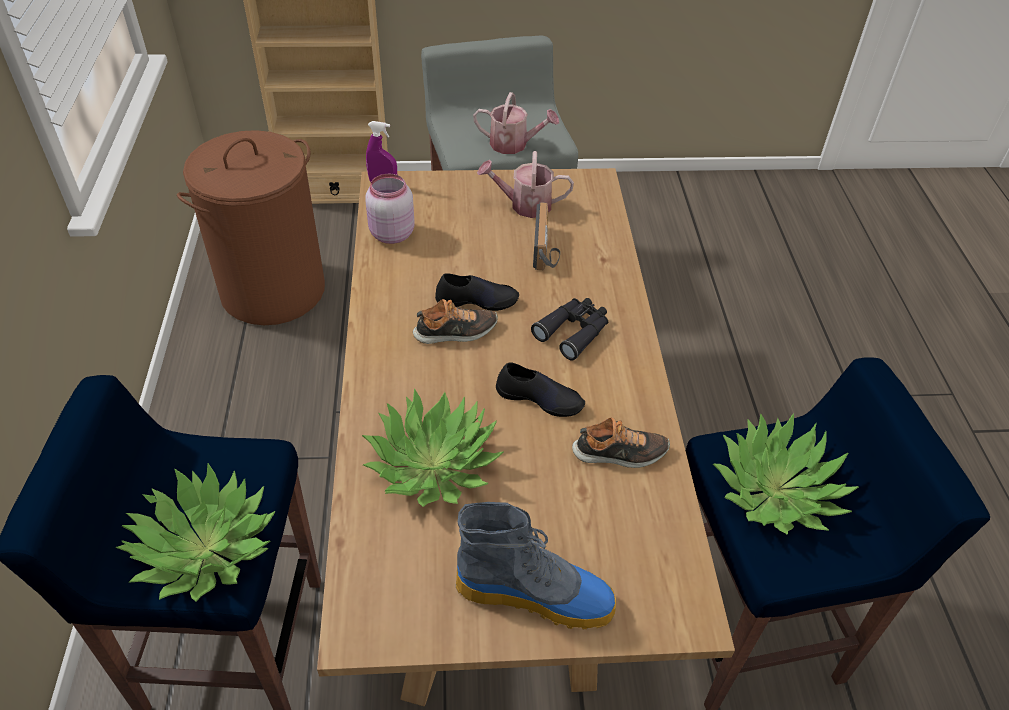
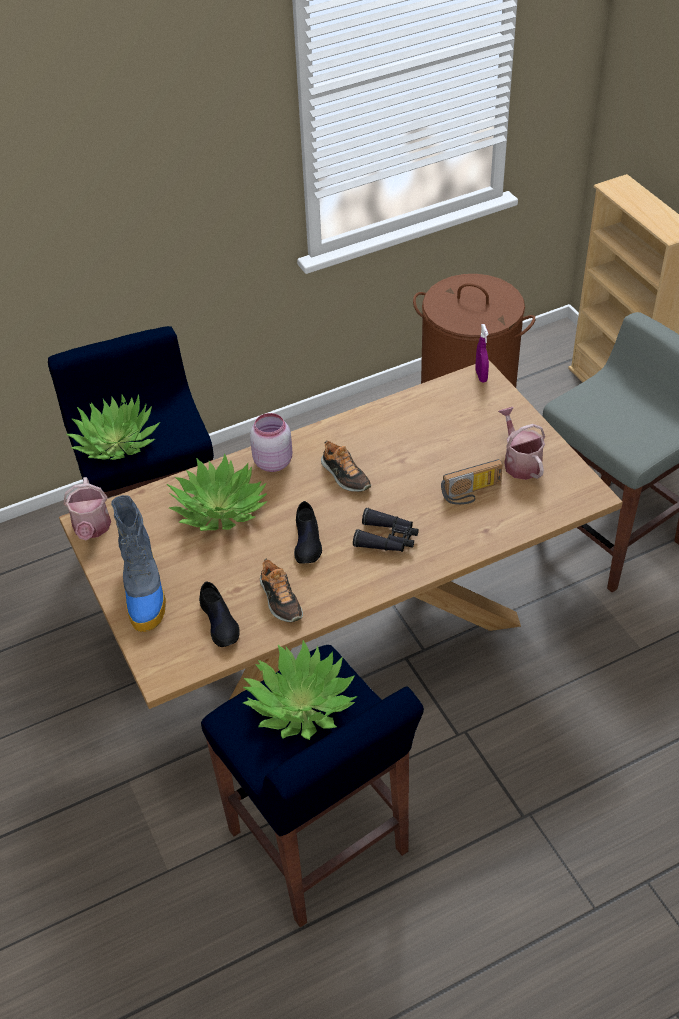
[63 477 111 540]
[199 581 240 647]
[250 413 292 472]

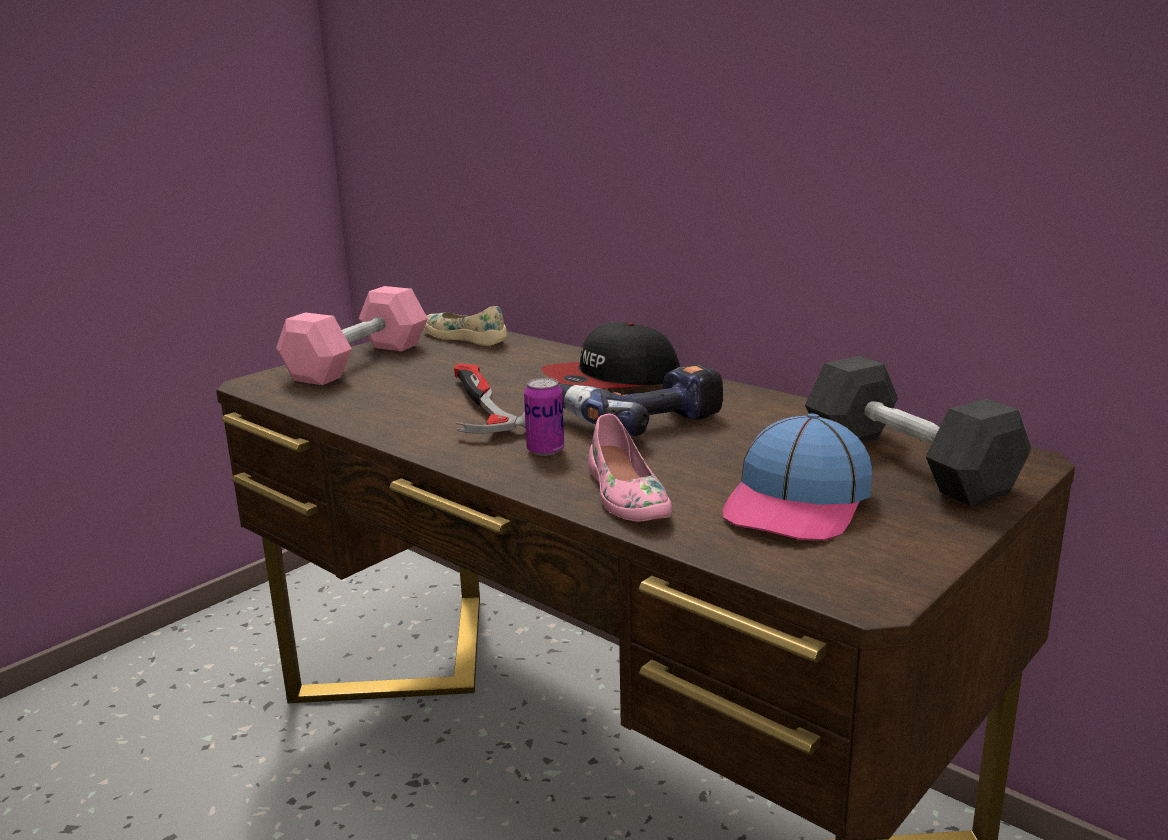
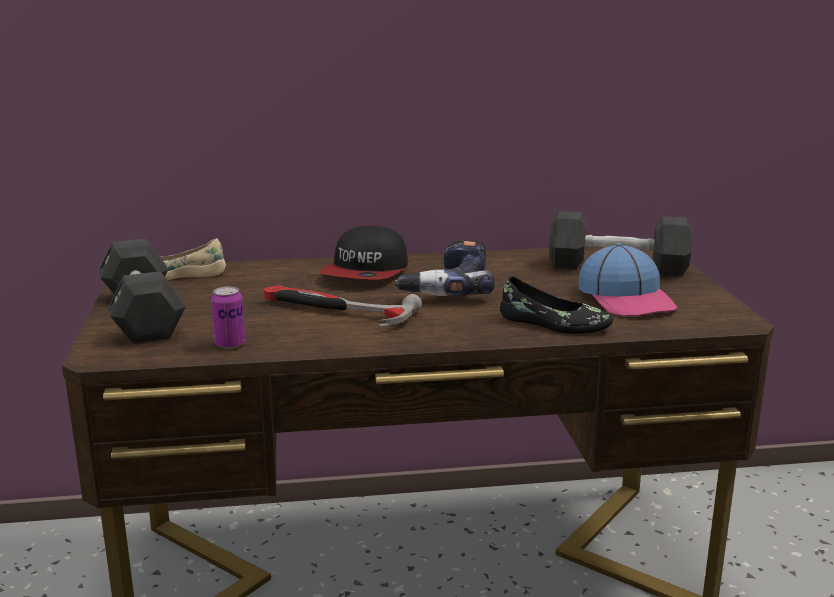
[98 238 186 344]
[211 286 245 349]
[500 276 613 334]

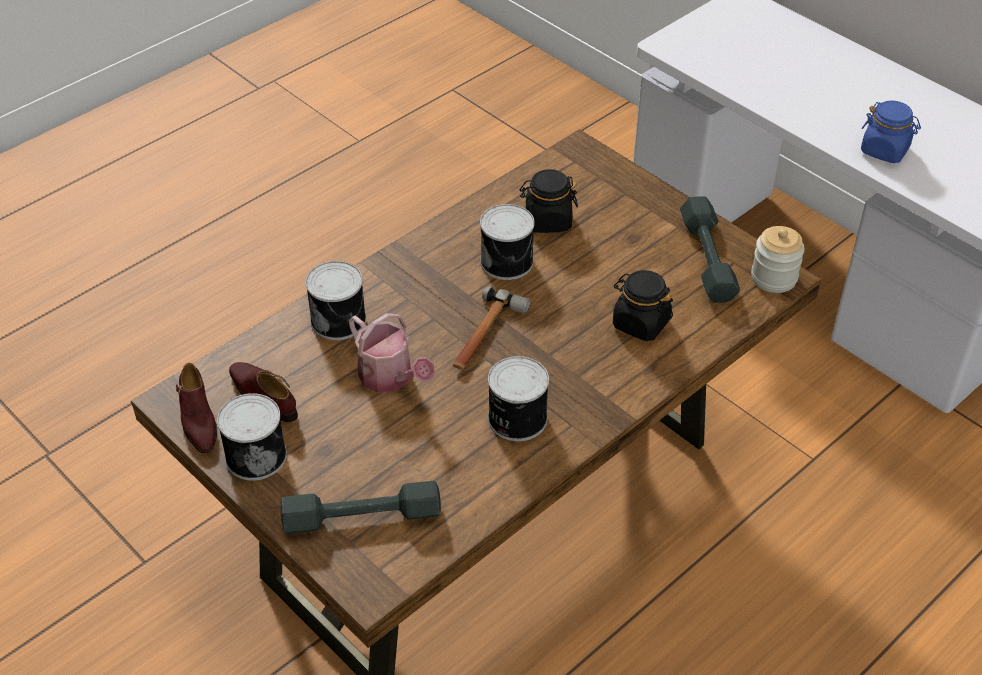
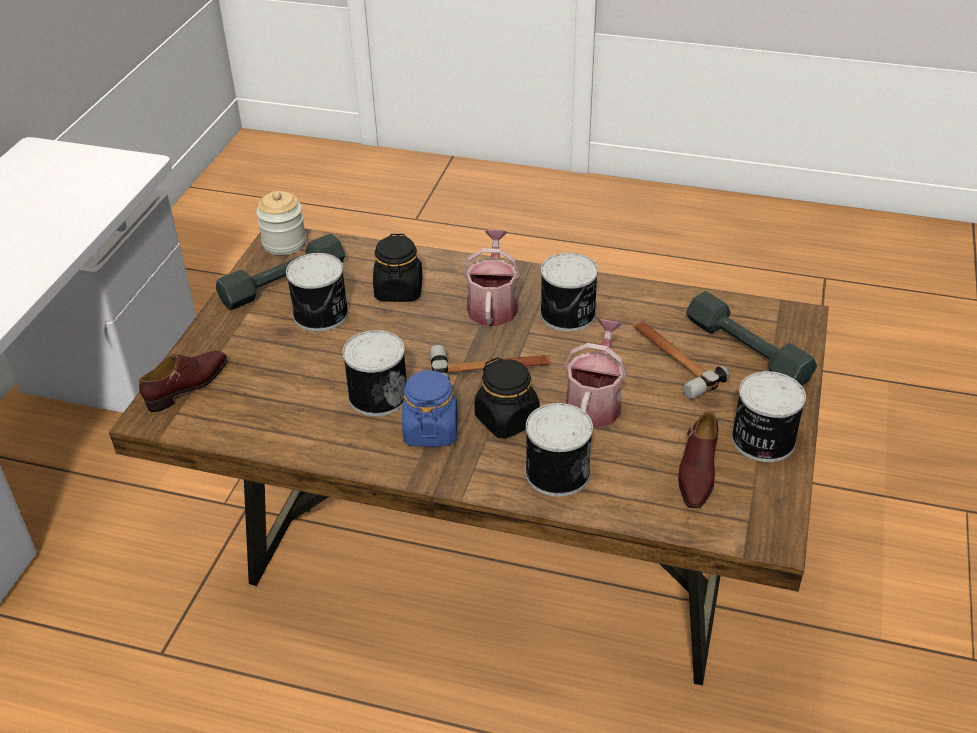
[139 351 227 412]
[286 253 349 331]
[402 369 458 447]
[463 230 521 326]
[474 357 540 439]
[633 320 730 399]

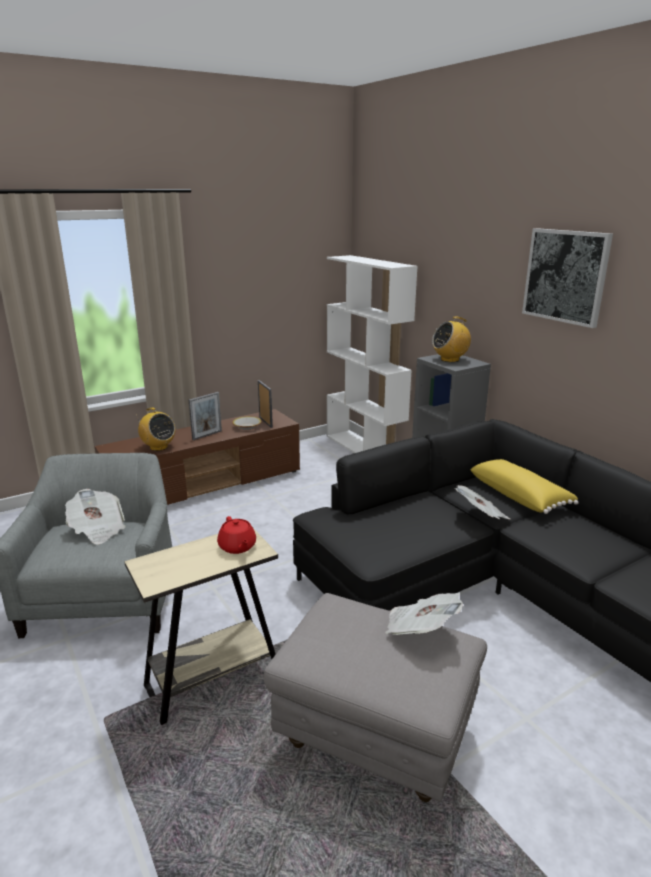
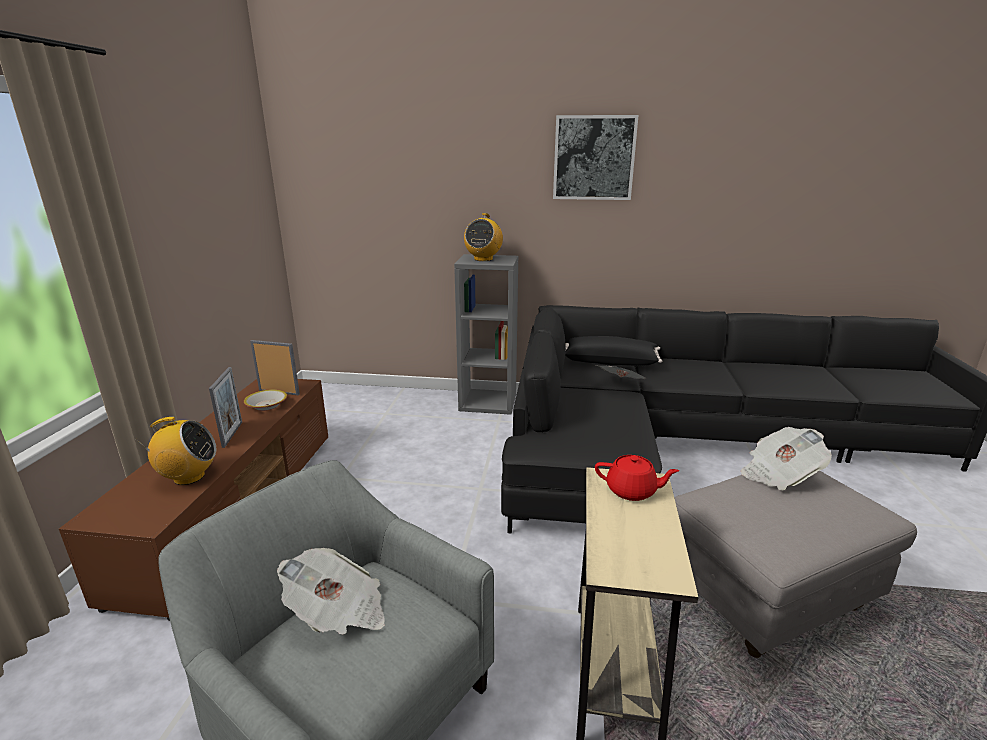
[565 336 662 366]
[327 255 418 453] (first image)

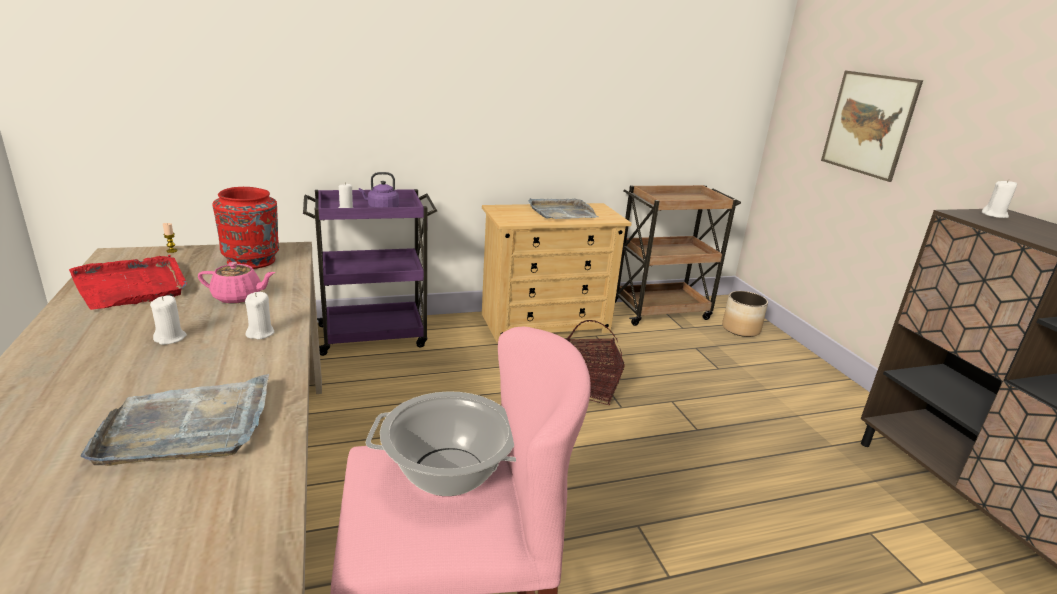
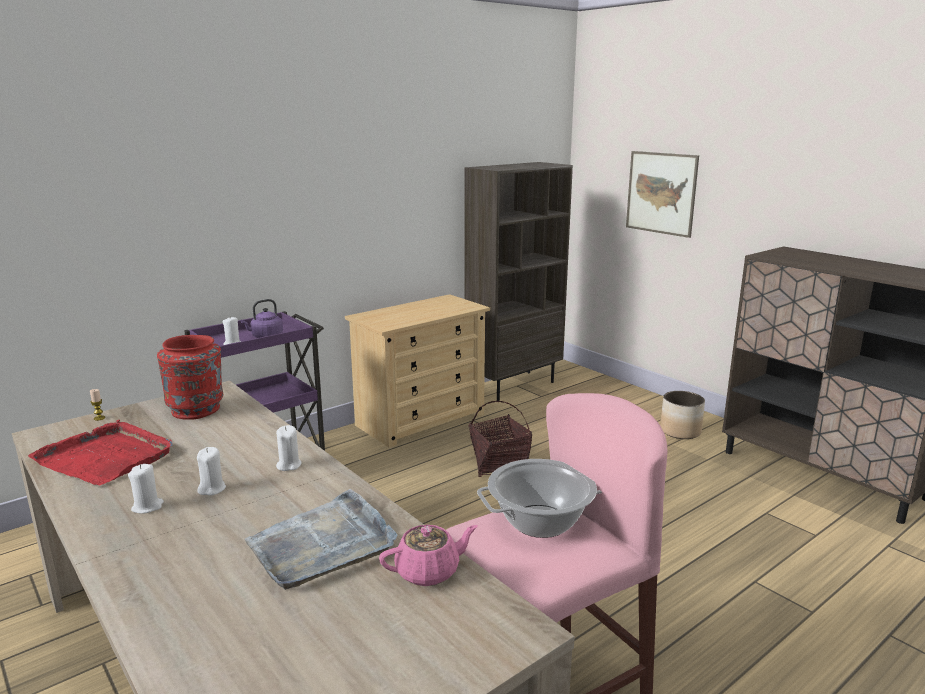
[128 464 164 514]
[379 525 478 586]
[464 162 573 401]
[660 391 705 439]
[528 198 598 219] (first image)

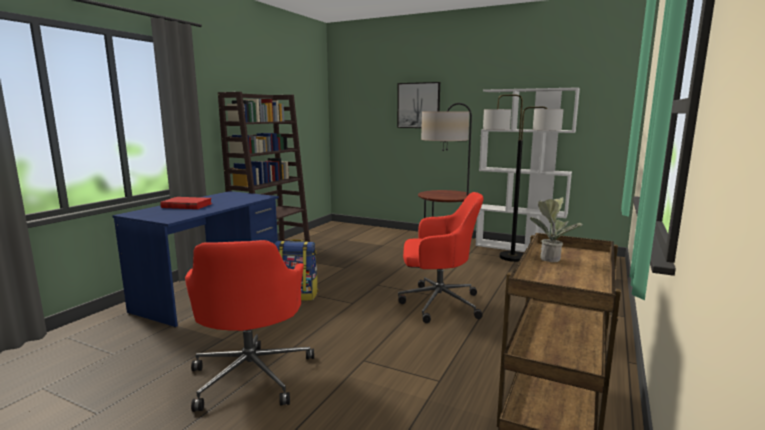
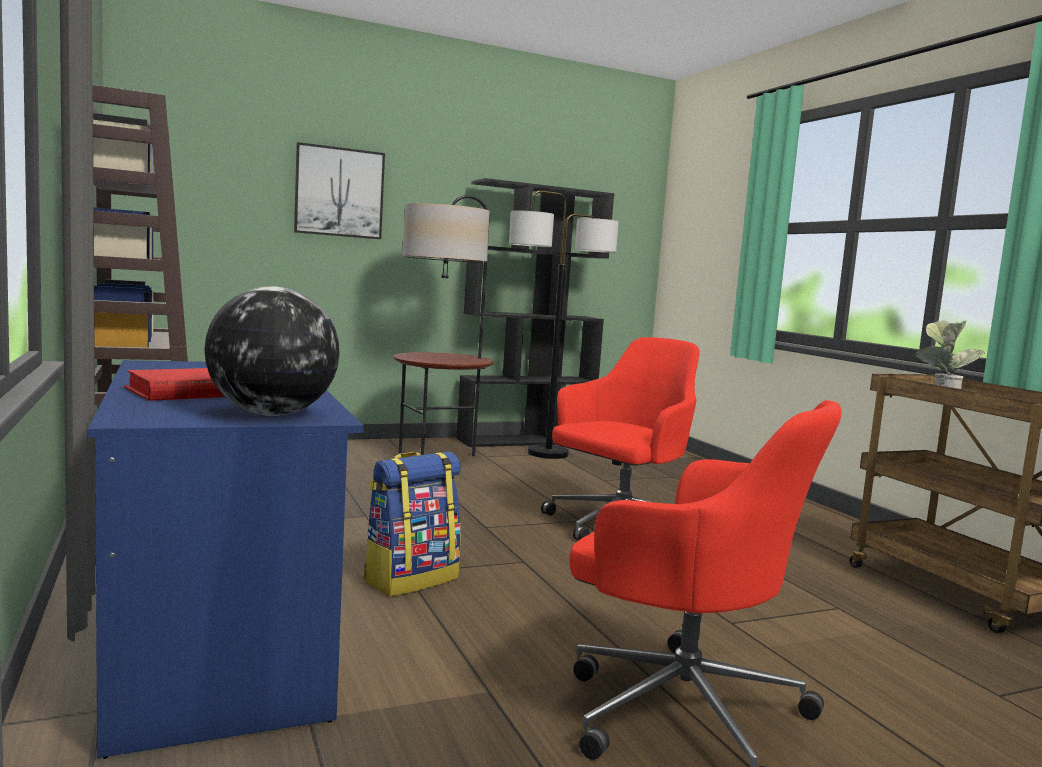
[204 286 340 416]
[456 178 614 447]

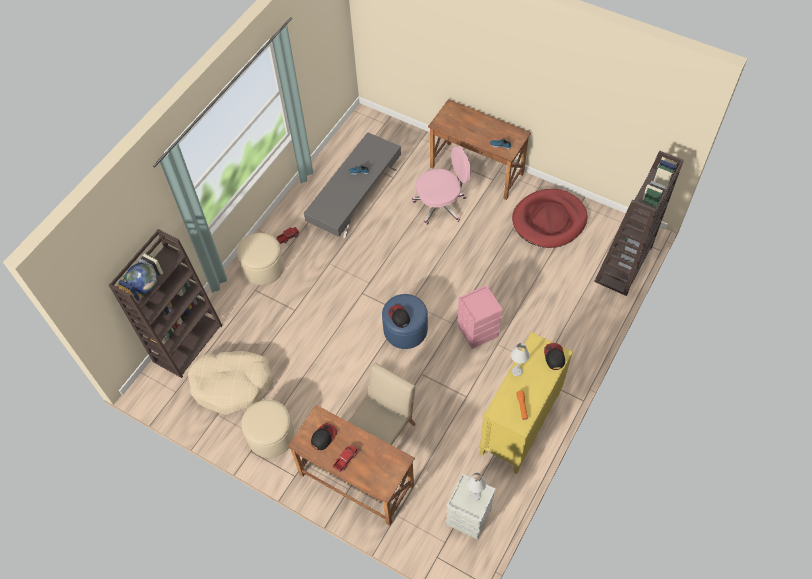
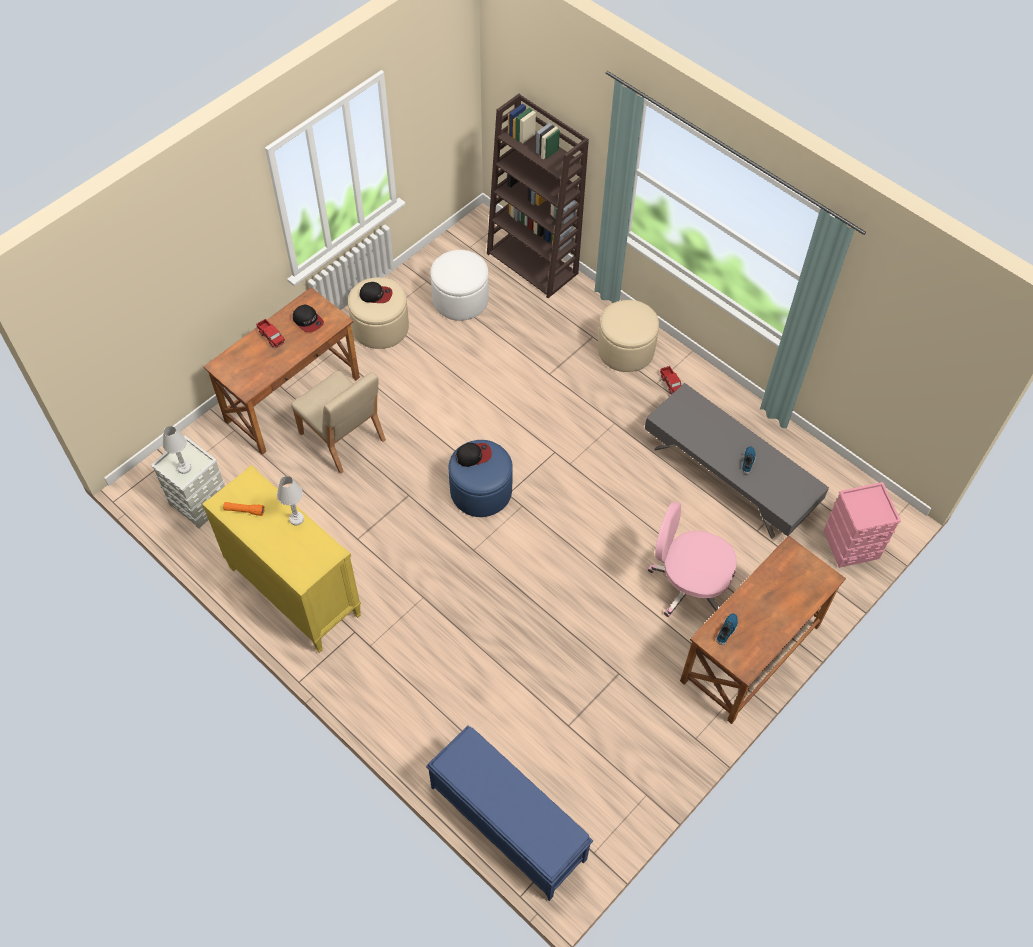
[359 282 392 303]
[426 725 593 901]
[430 250 489 321]
[647 502 737 617]
[823 482 901 568]
[126 263 158 294] (first image)
[512 189 588 248] (first image)

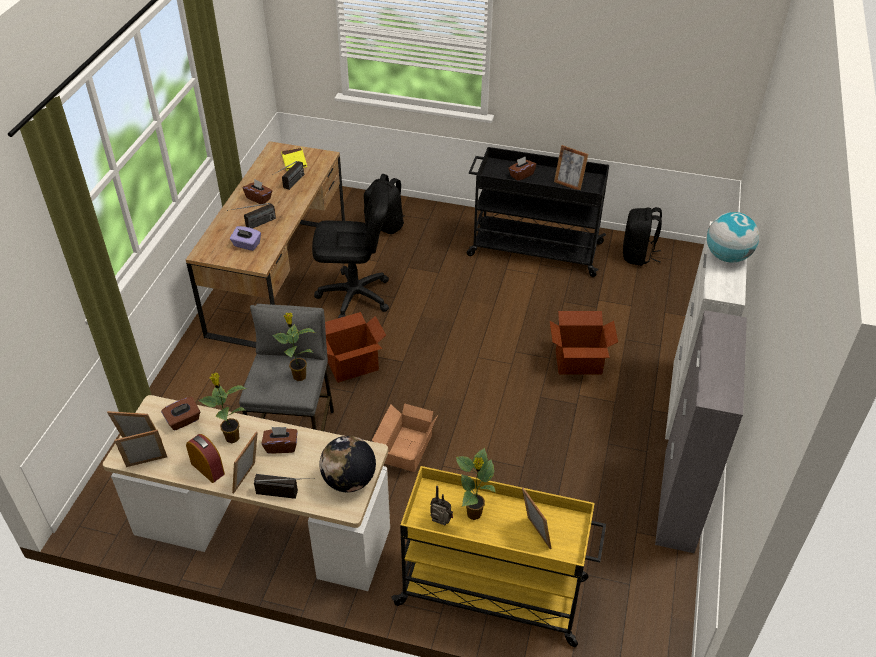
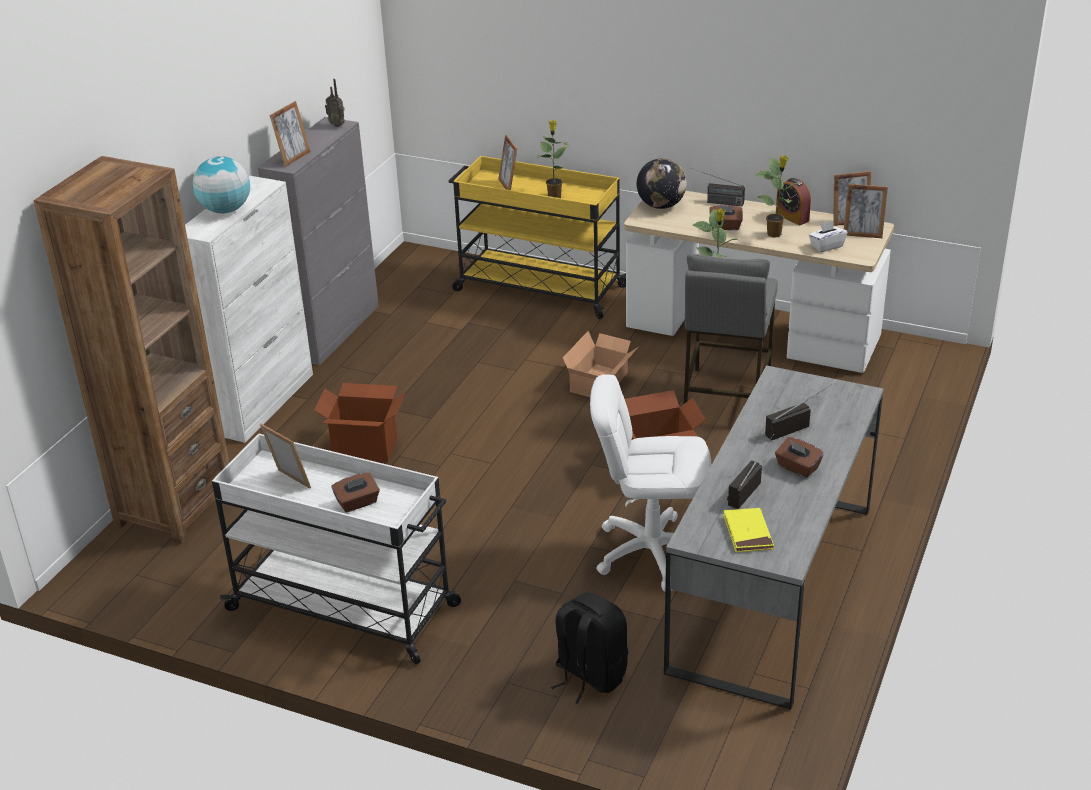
[34 156 229 544]
[212 434 461 664]
[269 101 311 167]
[325 79 345 127]
[590 374 712 591]
[664 365 884 710]
[809 221 847 252]
[230 226 261 251] (first image)
[623 207 662 266] (first image)

